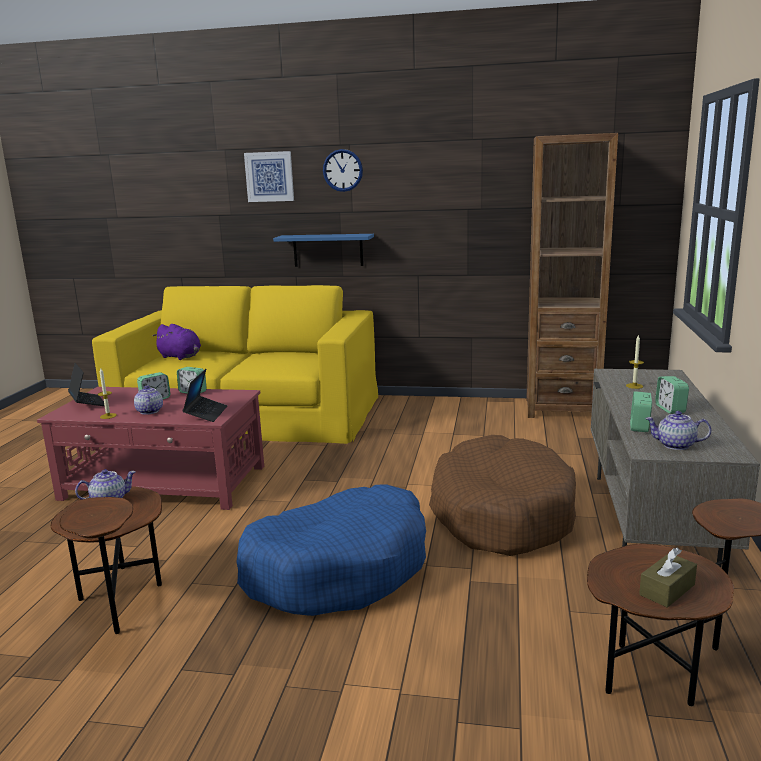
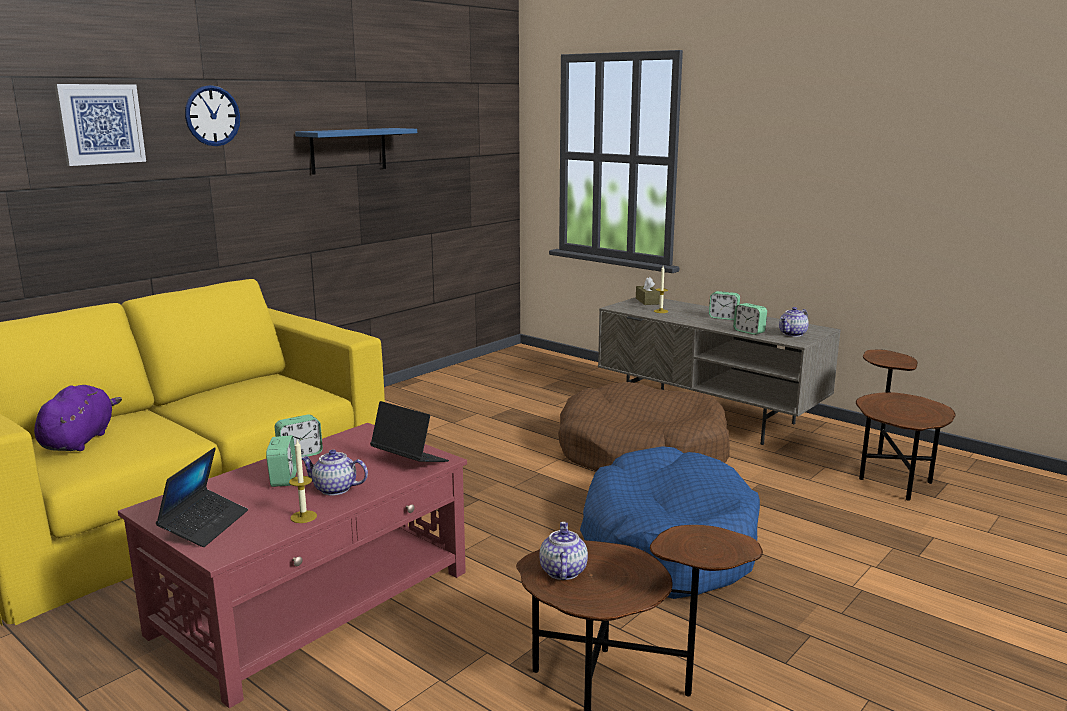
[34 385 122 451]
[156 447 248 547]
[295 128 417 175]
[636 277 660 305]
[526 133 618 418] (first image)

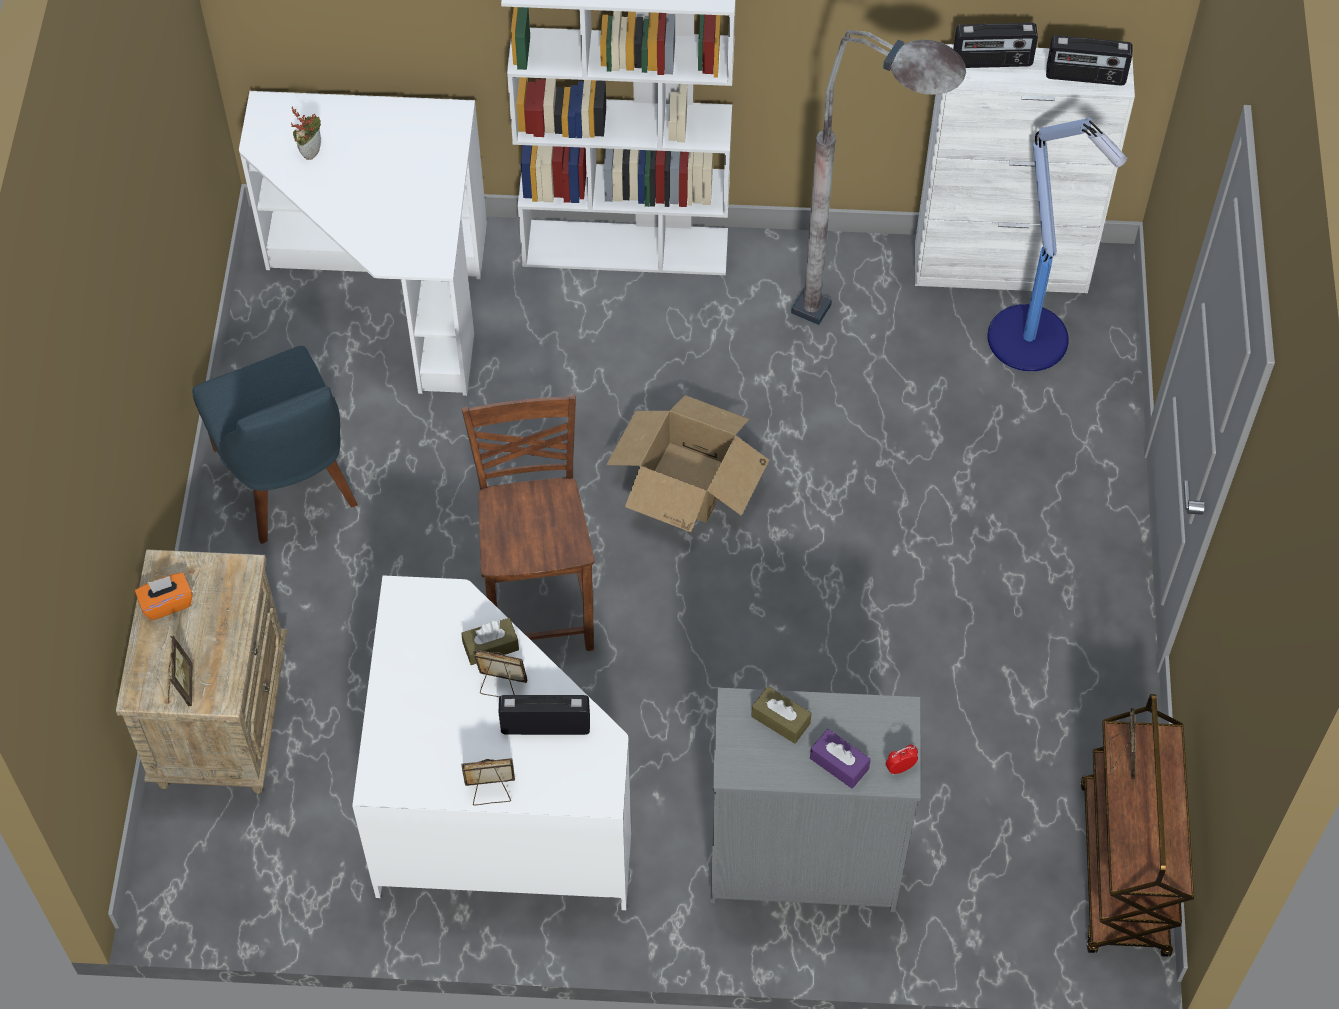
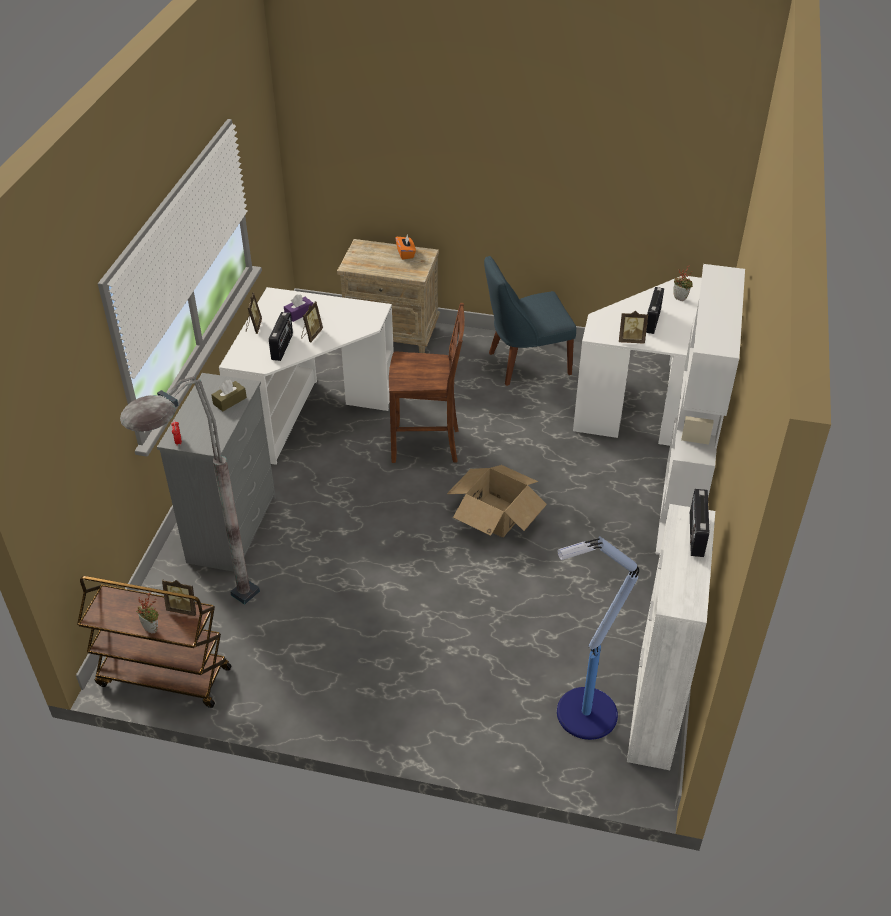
[120 377 260 605]
[136 593 159 634]
[284 294 313 322]
[619 311 648 344]
[646 287 664 334]
[461 618 519 665] (first image)

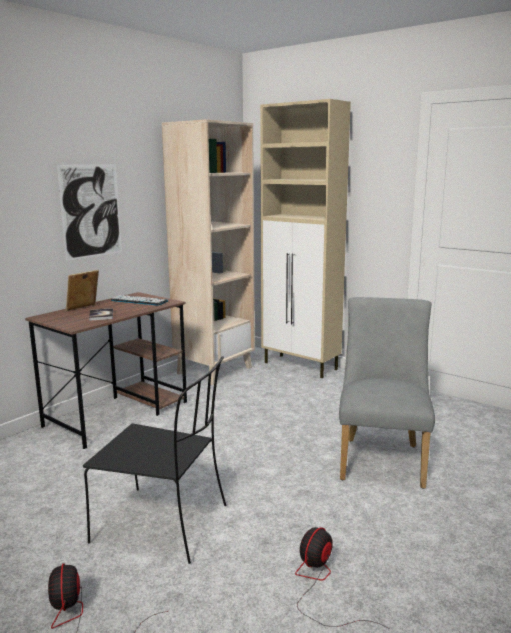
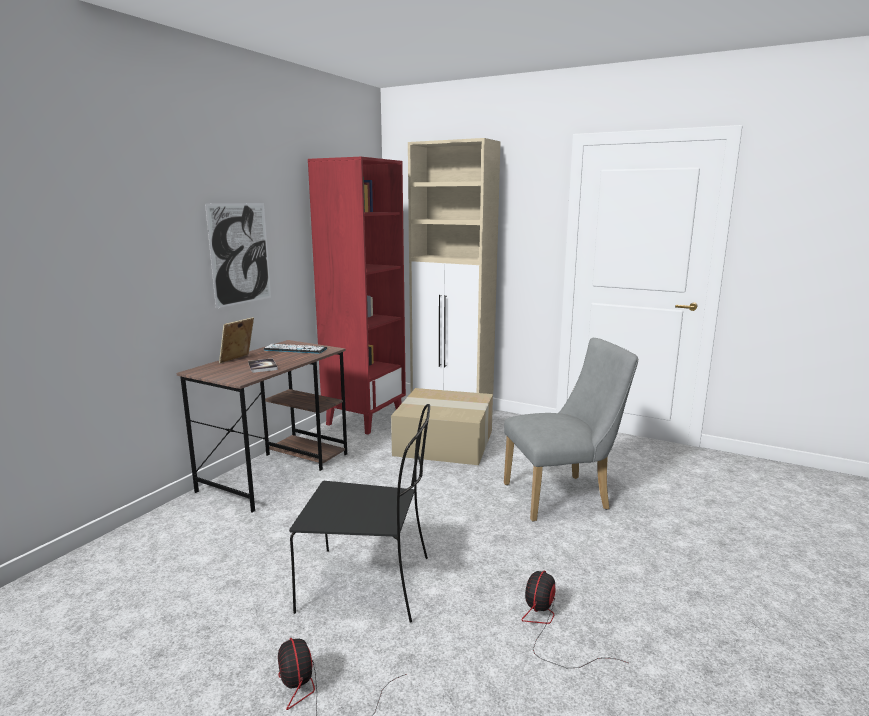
[308 157 406 435]
[391 388 493 465]
[504 338 638 522]

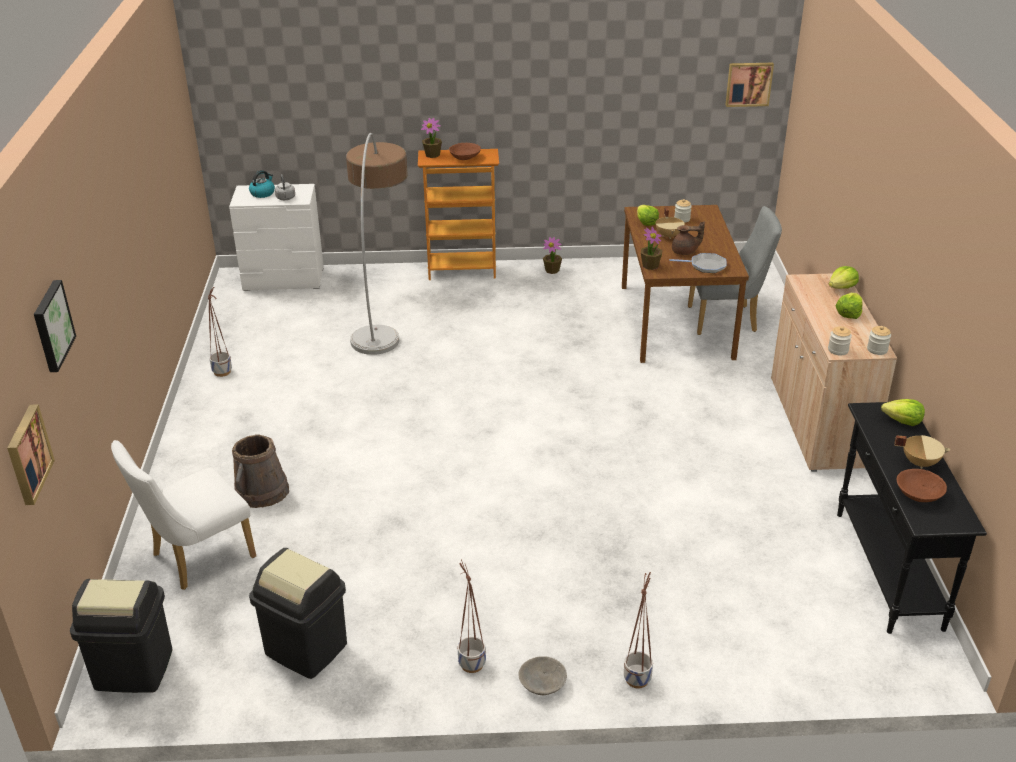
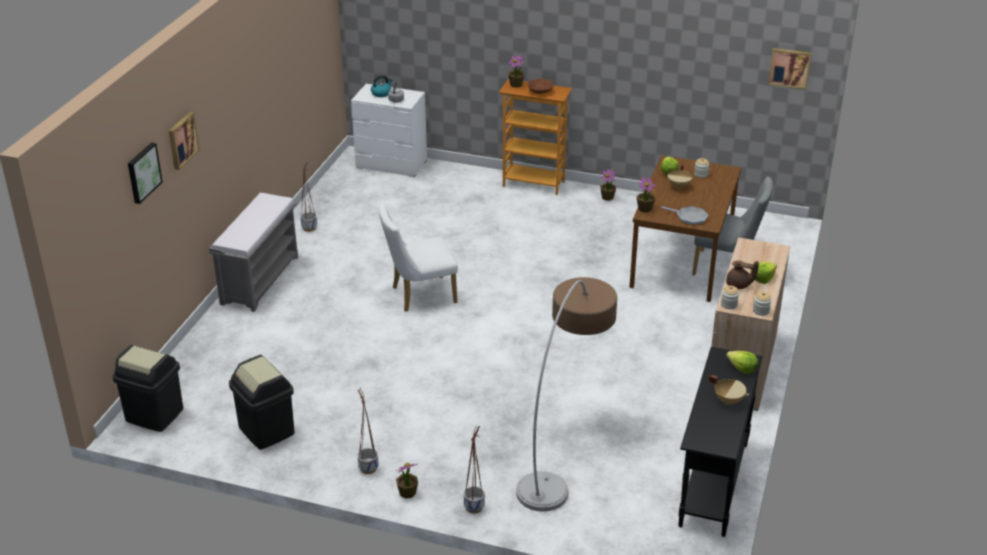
[169 112 200 170]
[209 193 298 312]
[379 203 458 312]
[396 463 418 499]
[516 277 617 512]
[726 260 759 289]
[232 434 289 508] (first image)
[829 266 859 289] (first image)
[897 469 947 502] (first image)

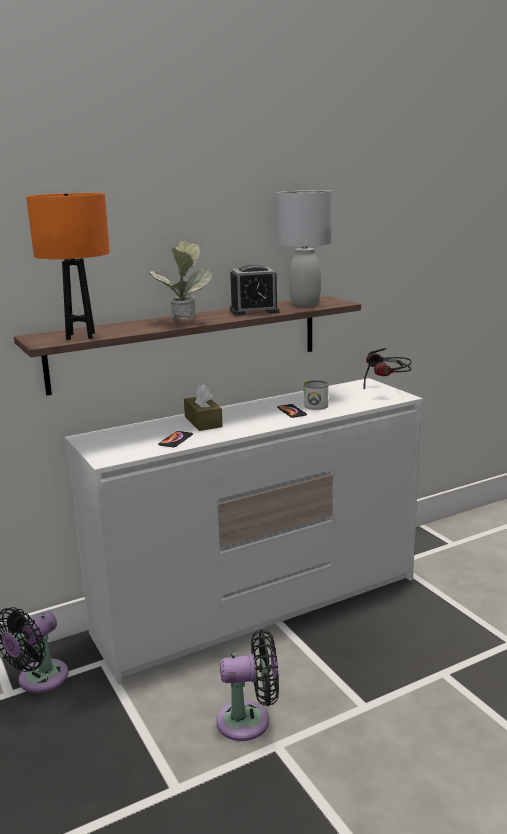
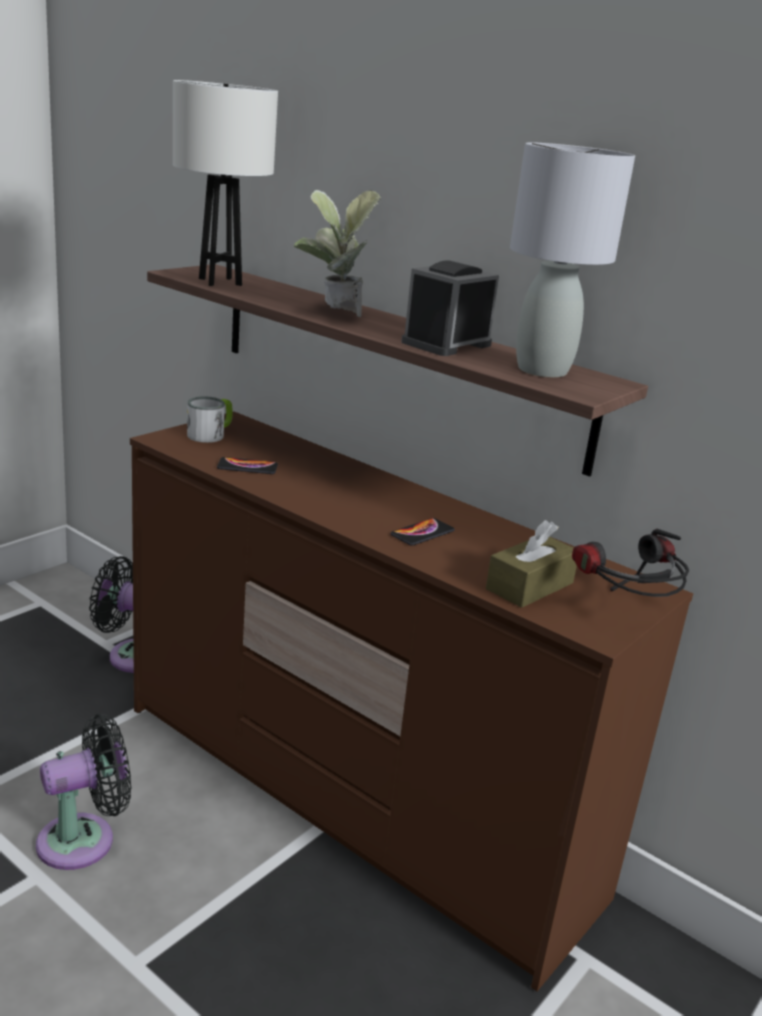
[36 714 131 870]
[130 412 693 991]
[173 80 278 286]
[187 396 233 443]
[401 261 499 356]
[486 520 577 608]

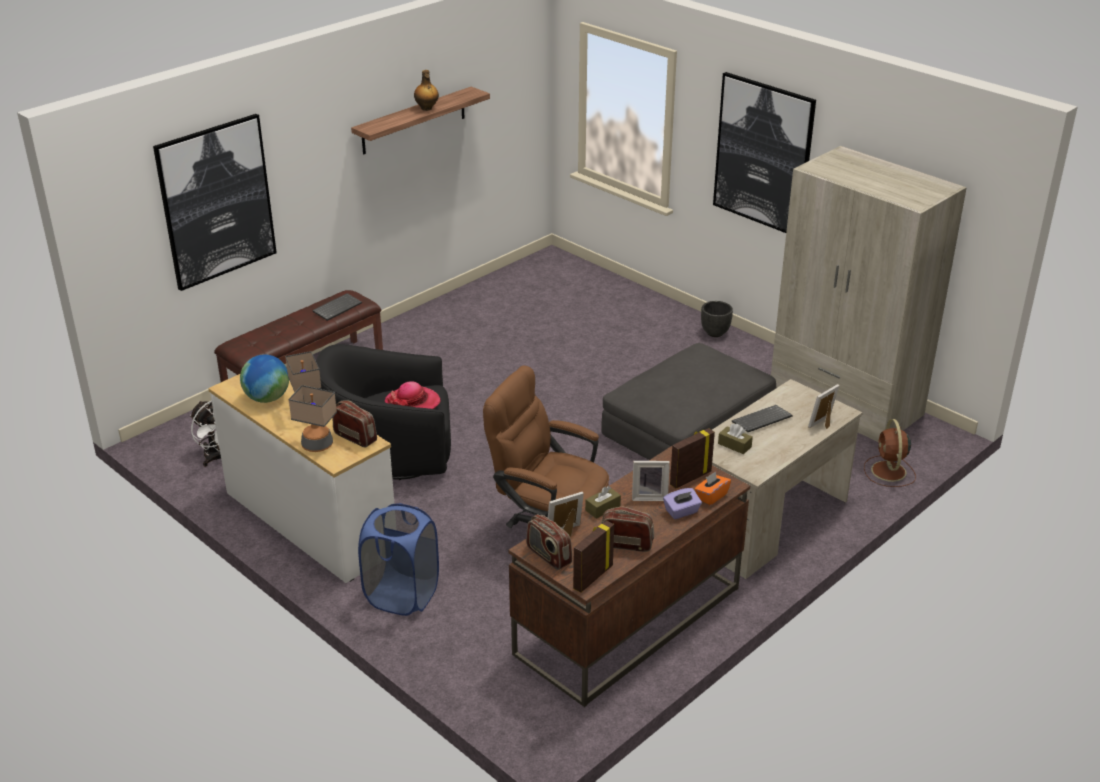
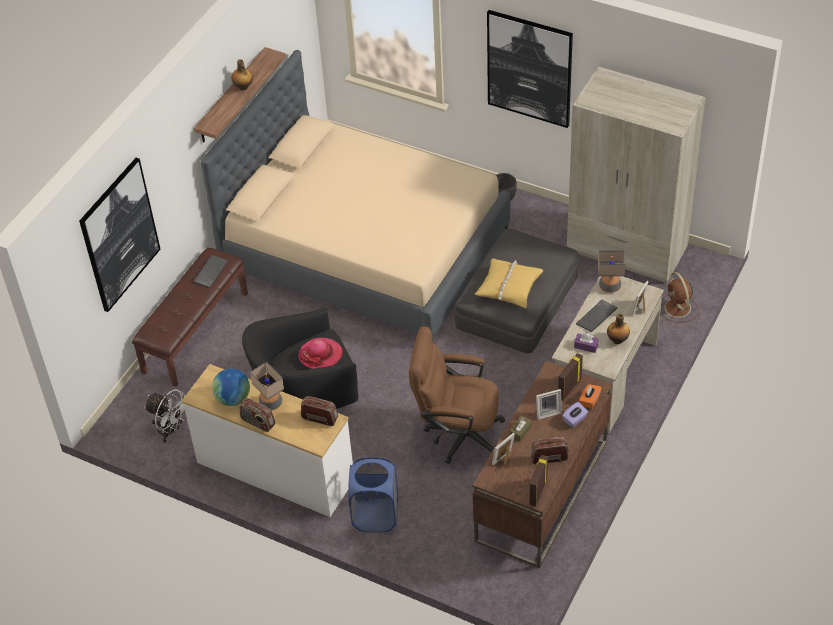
[201 50 511 339]
[240 398 275 432]
[475 259 543 308]
[574 333 599 353]
[598 250 626 293]
[607 314 630 344]

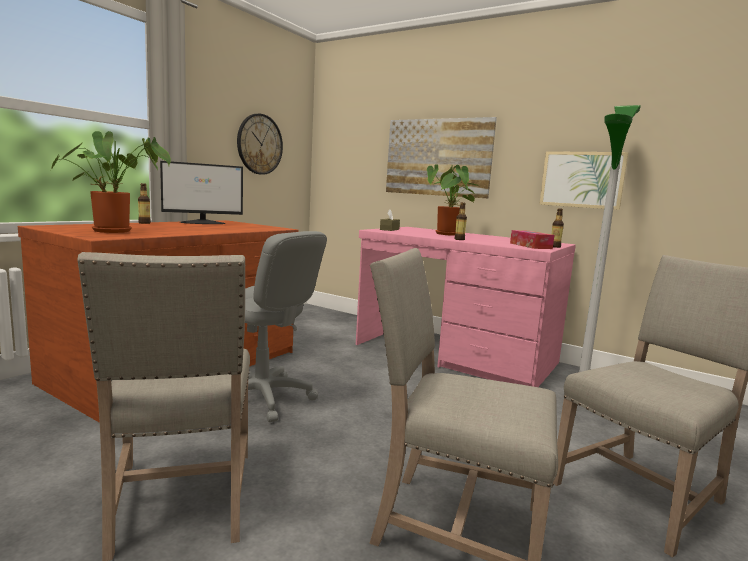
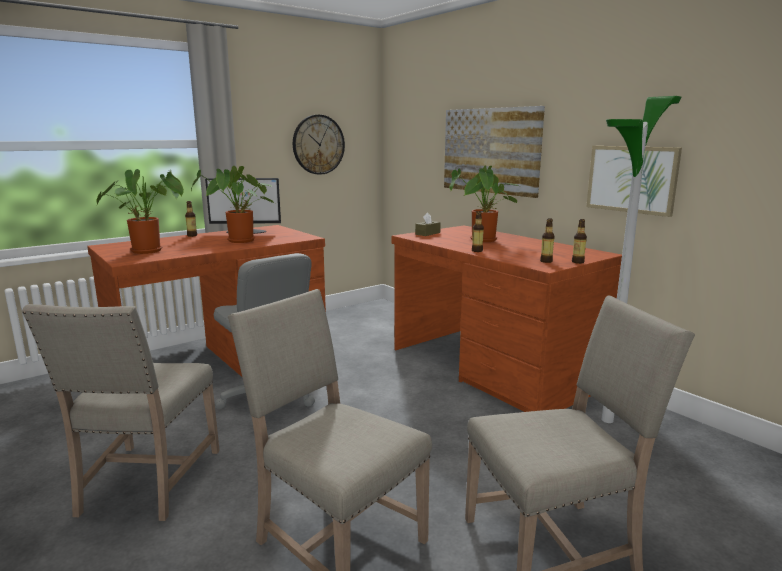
[191 166 275 243]
[392 225 622 412]
[540 218 555 263]

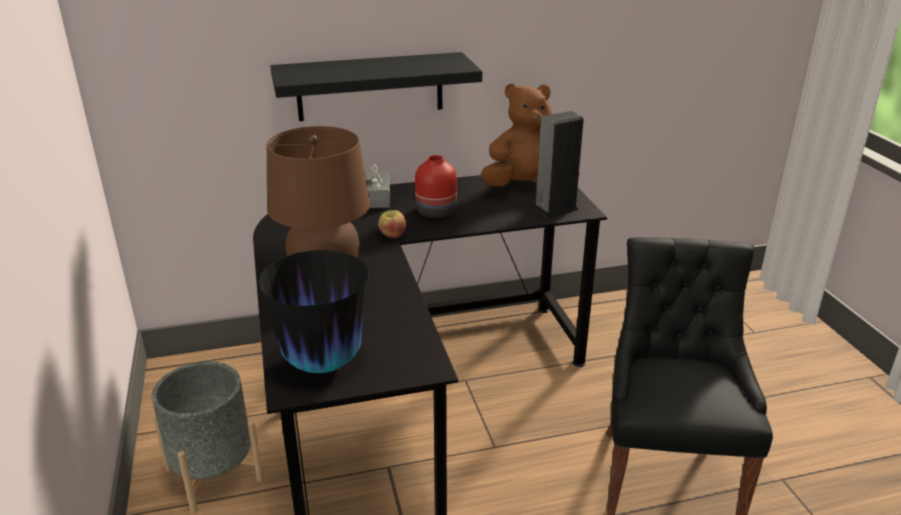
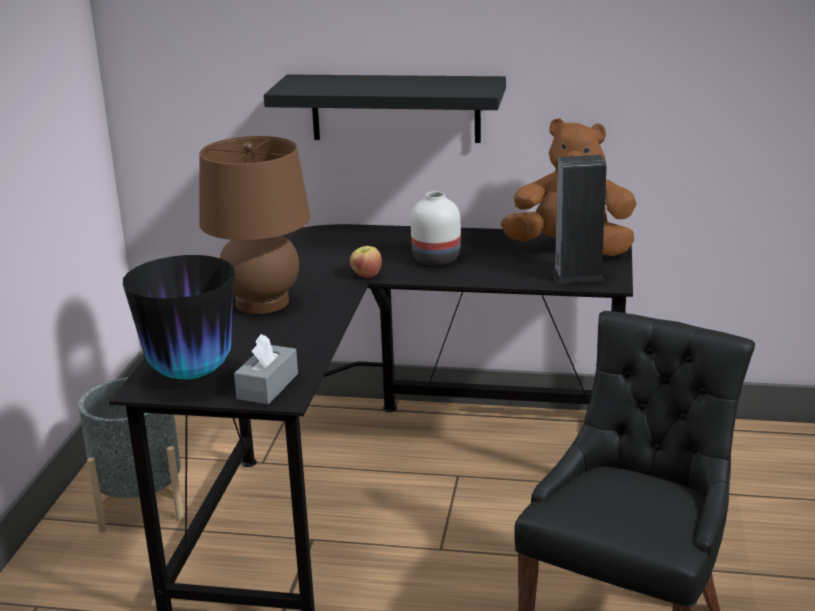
[234 334 298 405]
[411 191 461 266]

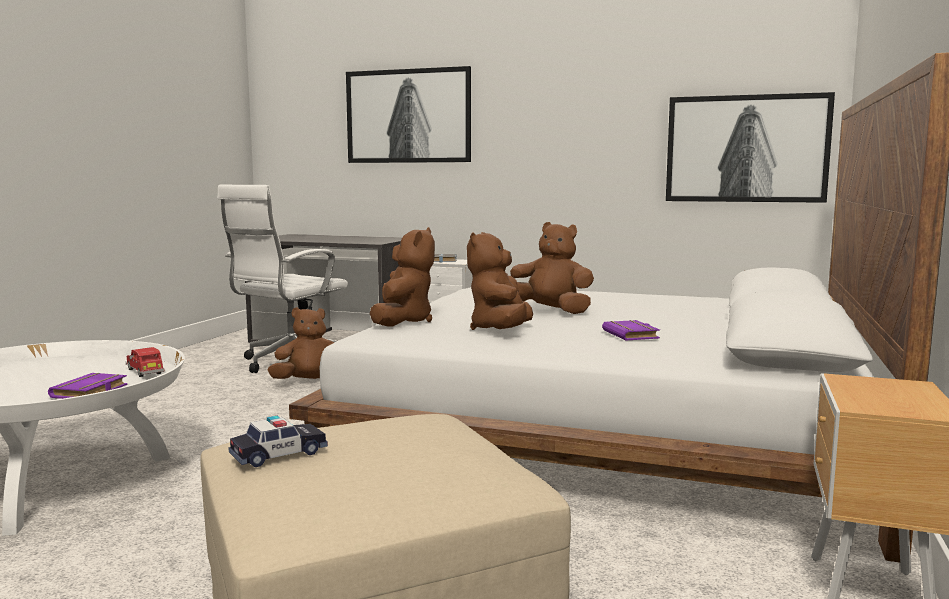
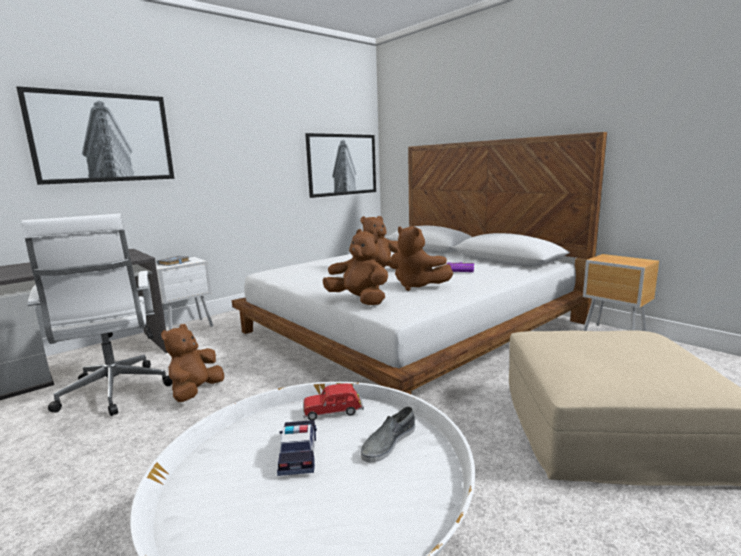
[277 420 317 476]
[361 406 415 462]

